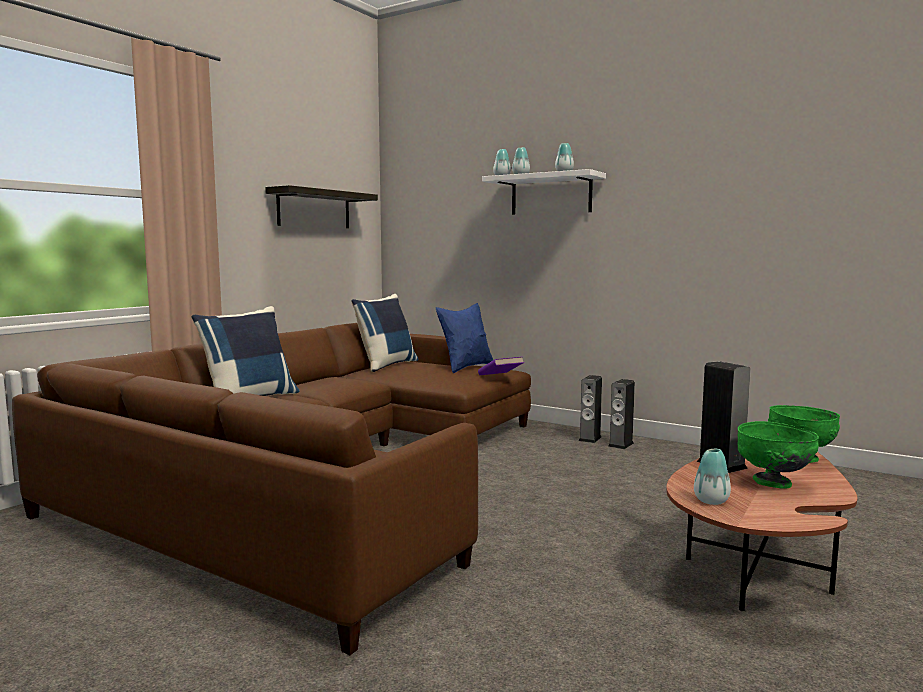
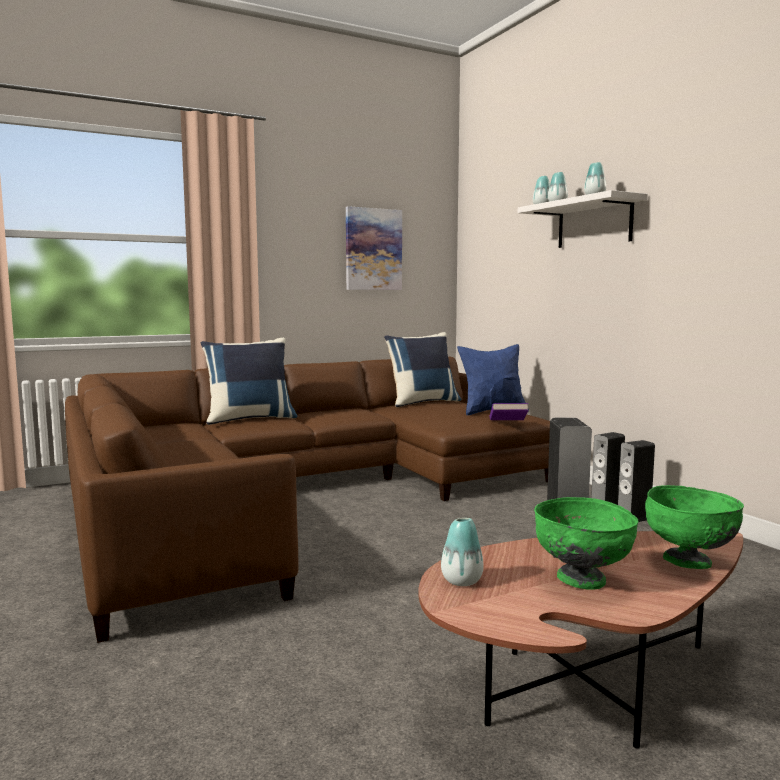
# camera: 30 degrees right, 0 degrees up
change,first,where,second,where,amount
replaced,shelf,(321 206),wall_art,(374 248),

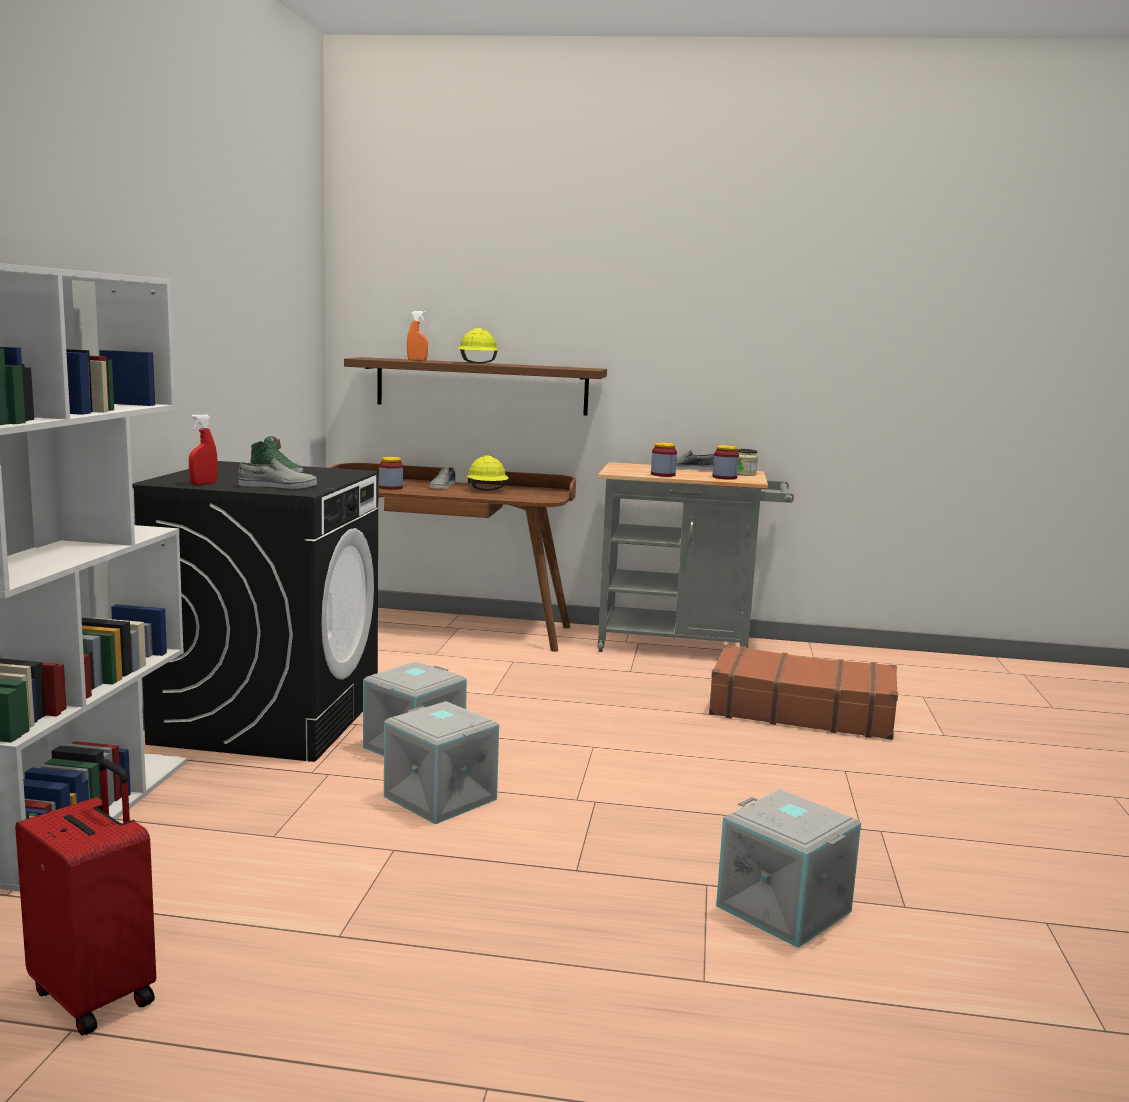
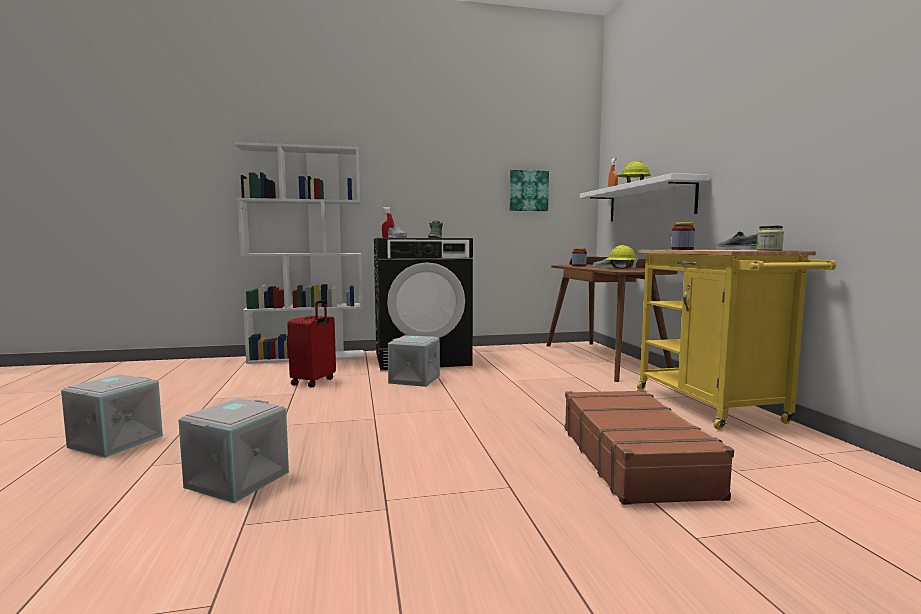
# camera: 70 degrees right, 5 degrees down
change,first,where,second,where,amount
removed,preserve_jar,(726 462),,,
added,,,wall_art,(529 190),
moved,red-coloured_suitcase,(85 897),,(311 343),
moved,greyish_storage_box,(441 762),,(112 415),
recoloured,brownish_shelf,(475 386),white_shelf,(644 197),
recoloured,greyish_trolley,(695 557),yellow-coloured_trolley,(736 339),

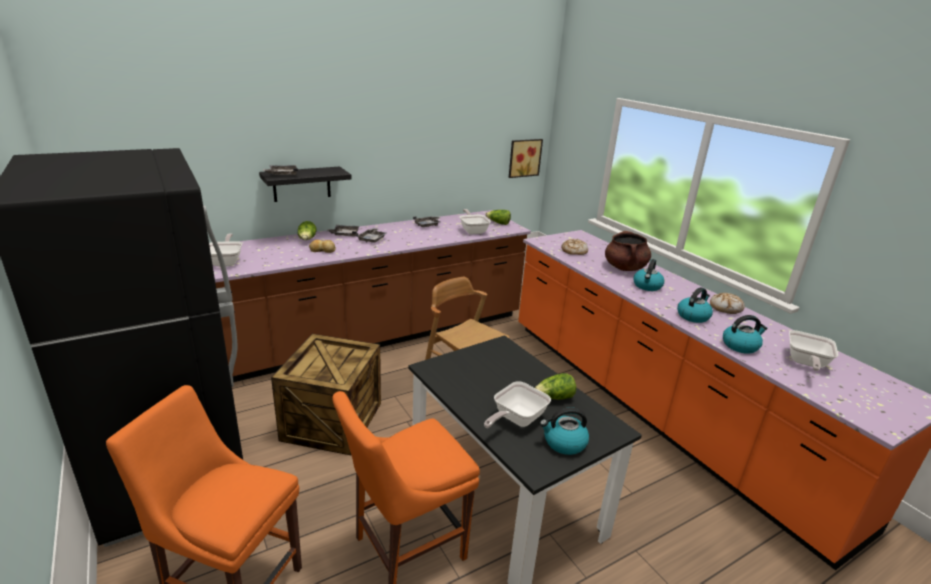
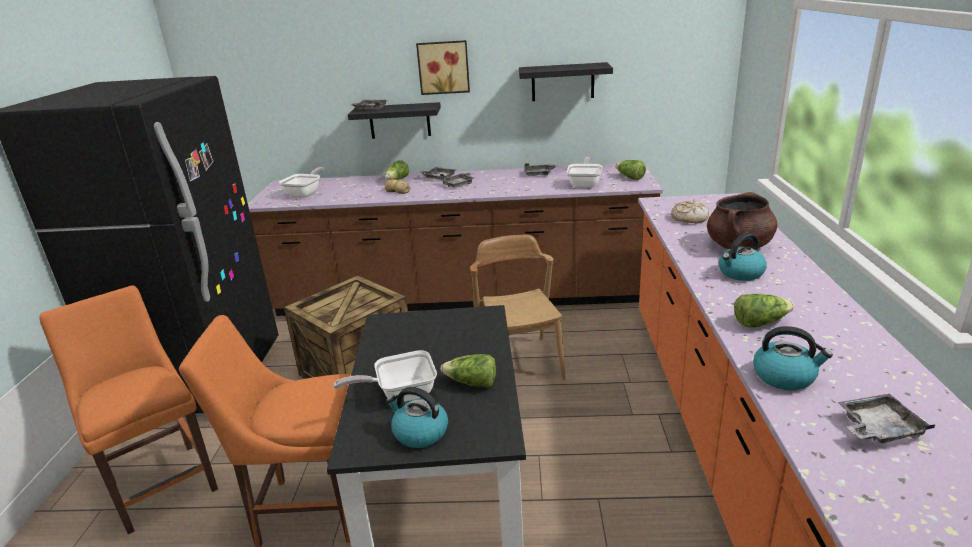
# camera: 35 degrees right, 0 degrees up
change,first,where,second,where,amount
removed,baked_bread,(727 303),,,
added,,,blackish_shelf,(566 81),
moved,wall_art,(526 158),,(443 67),
replaced,tea_kettle,(695 305),lettuce,(764 310),
replaced,pan,(813 350),greyish_tray,(886 419),

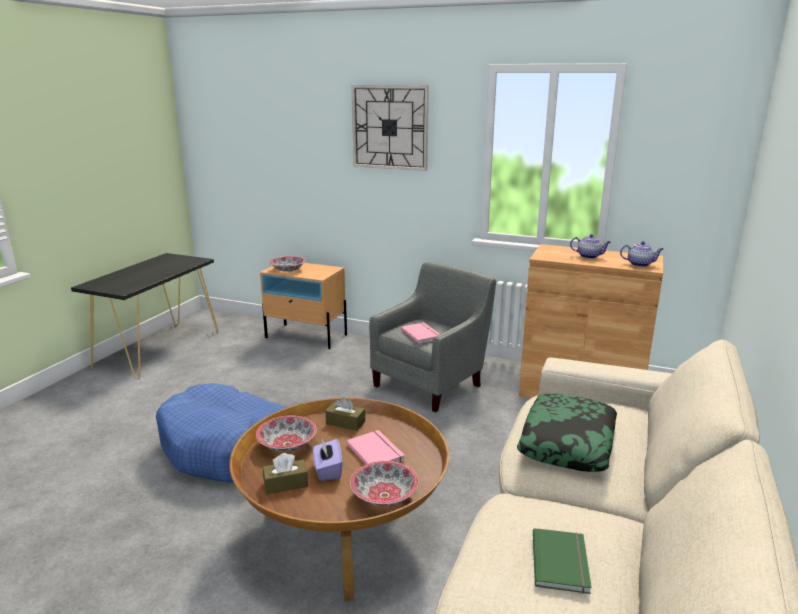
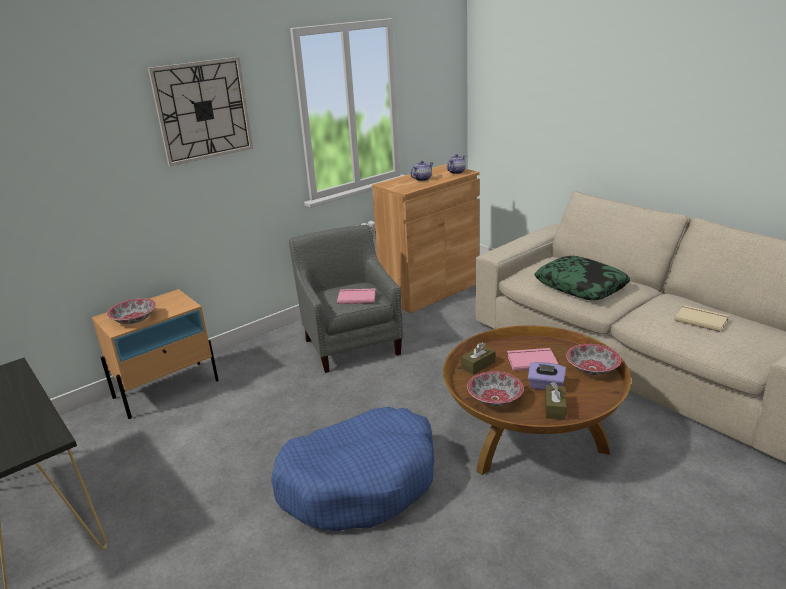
# camera: 60 degrees left, 5 degrees up
change,first,where,second,where,amount
recoloured,green-coloured_volume,(562 561),beige_volume,(701 318),

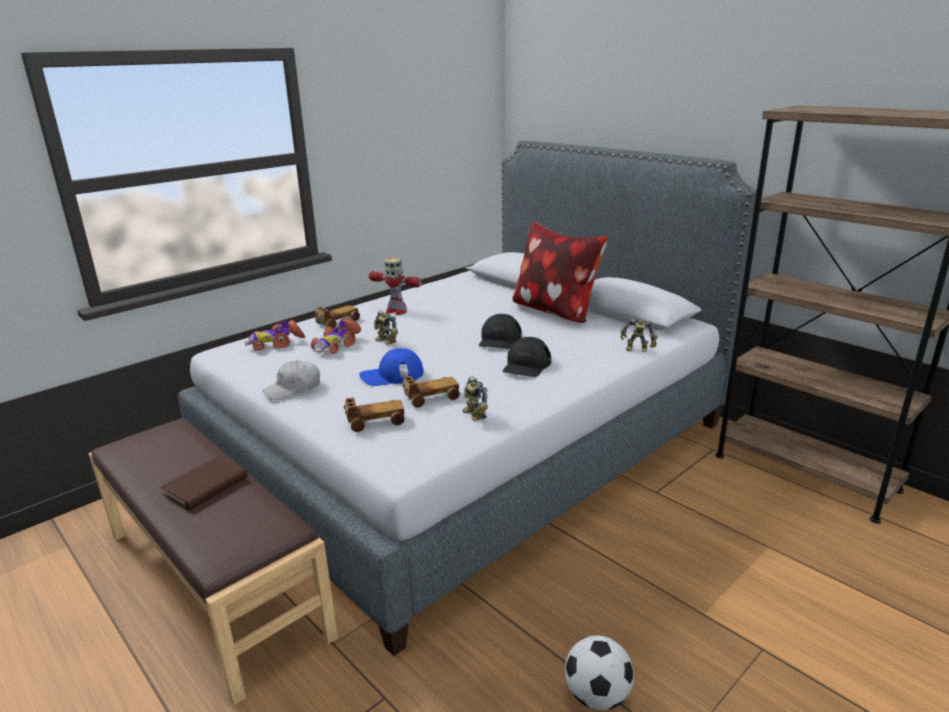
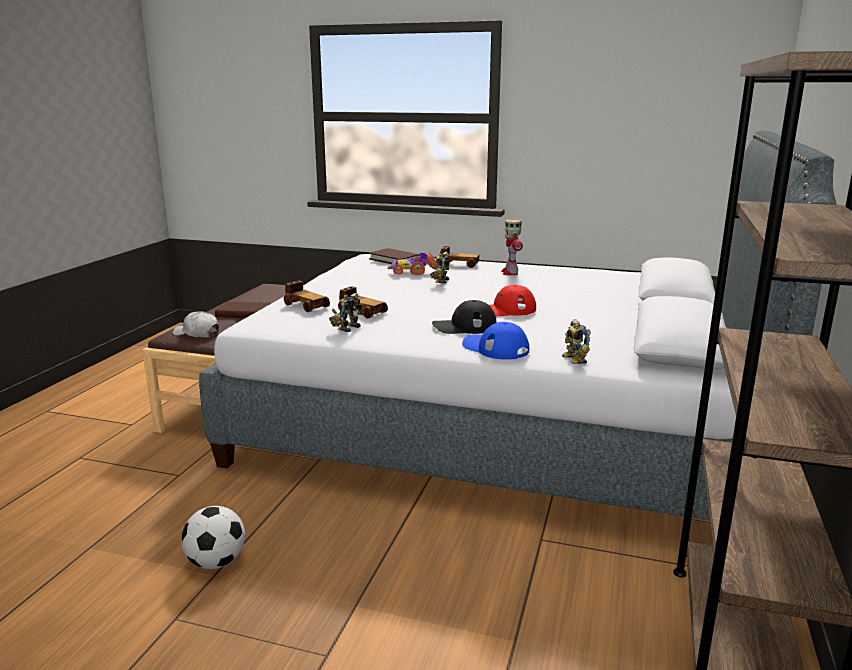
# camera: 60 degrees right, 5 degrees down
change,first,where,second,where,amount
removed,cushion,(560 272),,,
moved,white_peaked_cap,(291 380),,(196 324),
moved,bluish_peaked_cap,(391 367),,(495 341),
replaced,miniature_car,(275 335),brownish_volume,(394 256),
recoloured,blackish_peaked_cap,(500 331),red-coloured_peaked_cap,(512 300),

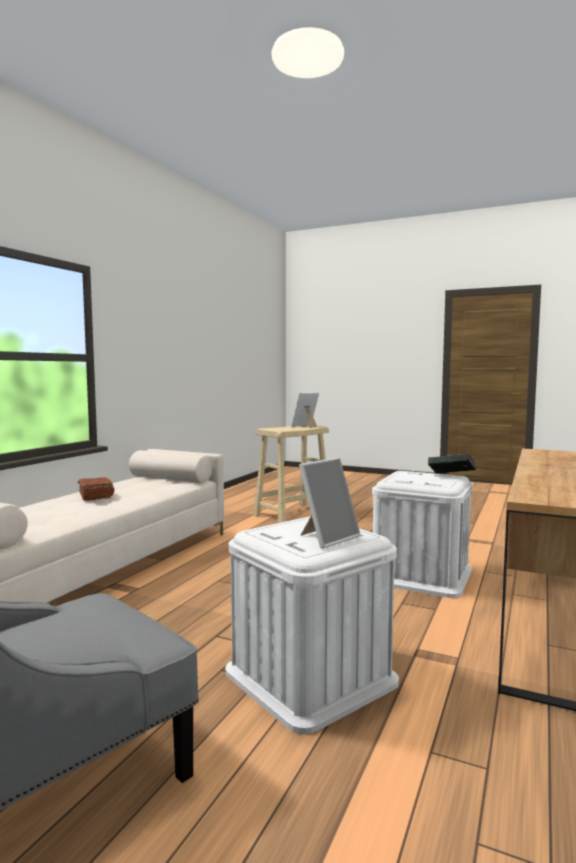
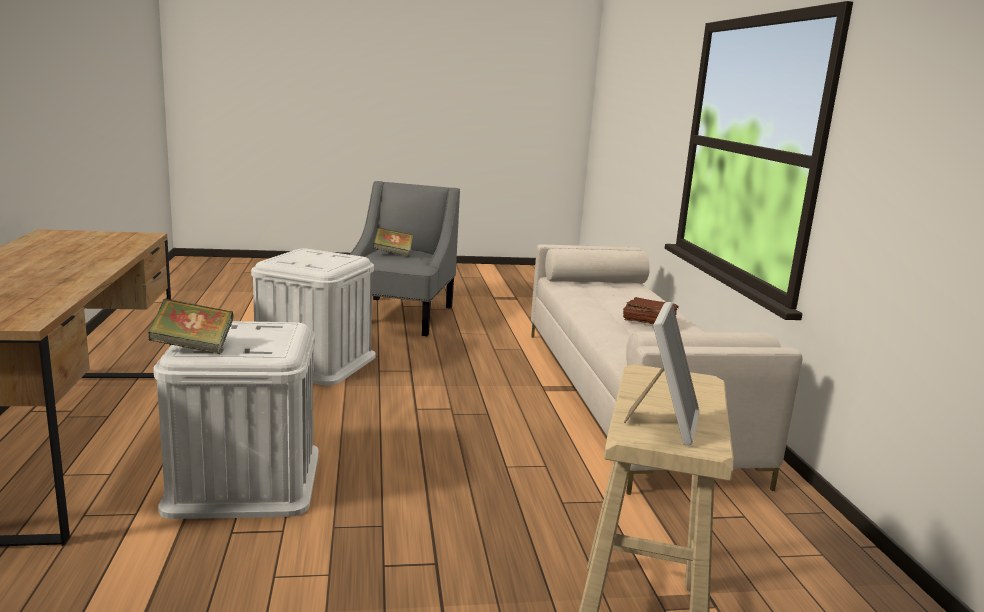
# camera: 145 degrees right, 10 degrees up
change,first,where,second,where,amount
removed,standing_frame,(330 503),,,
added,,,volume,(393 241),

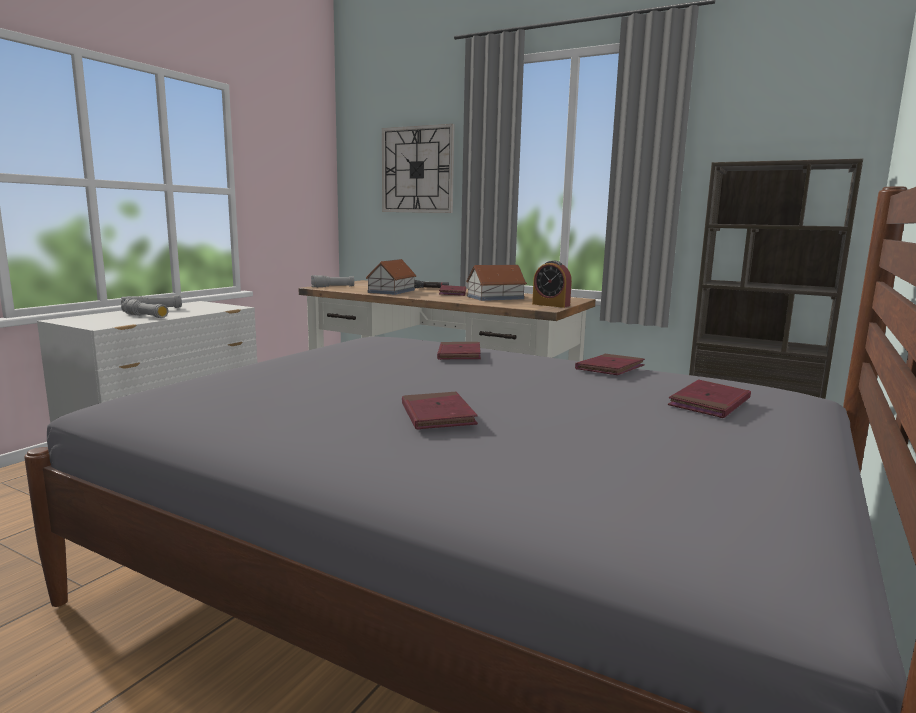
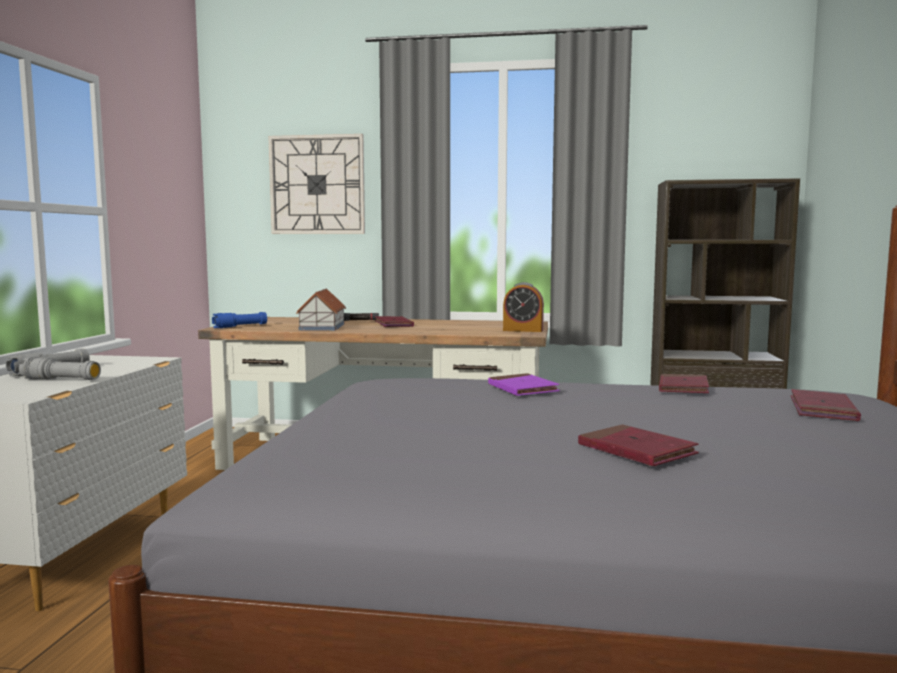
# camera: 20 degrees left, 5 degrees down
change,first,where,second,where,amount
removed,model_house,(496 283),,,
recoloured,greyish_flashlight,(332 281),bluish_flashlight,(239 320),
recoloured,red-coloured_volume,(459 351),purple-coloured_volume,(524 384),

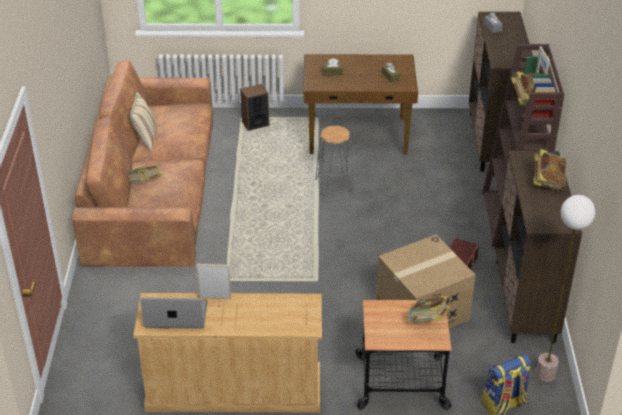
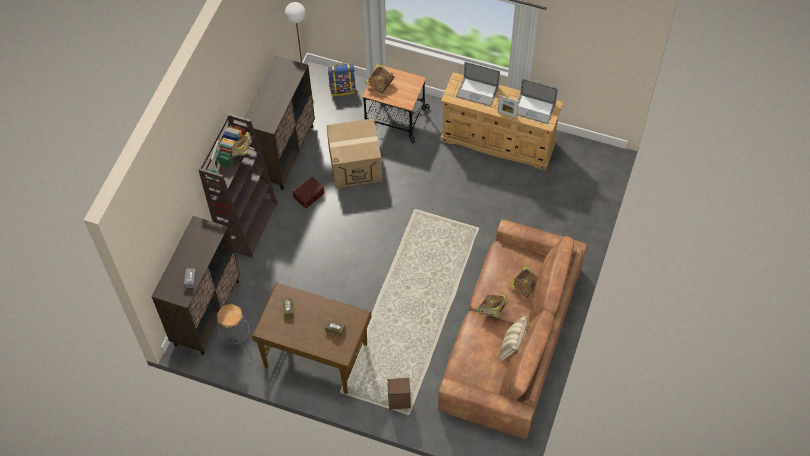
# camera: 160 degrees left, 20 degrees up
change,first,where,second,where,amount
added,,,laptop,(478 84),
moved,greyish_stool_seat,(335 161),,(234 328),
moved,volume,(549 170),,(493 306),

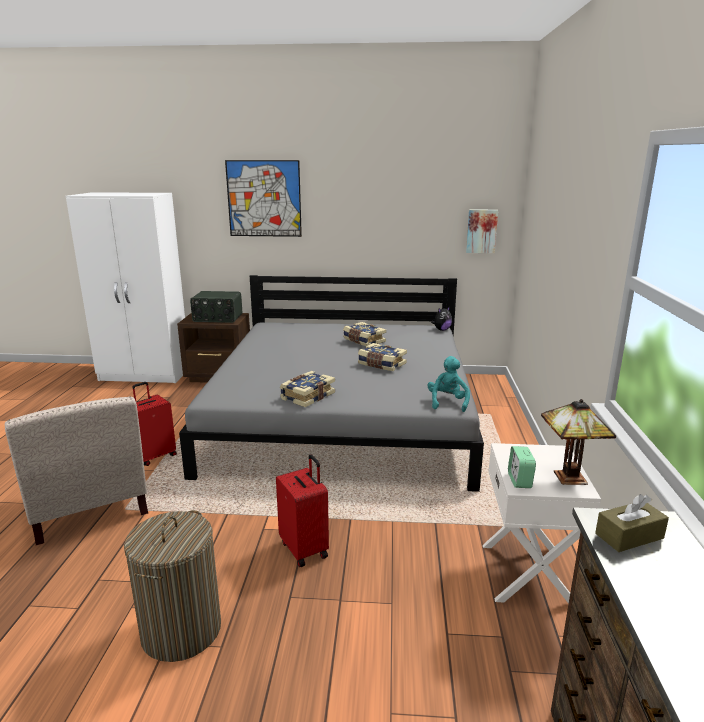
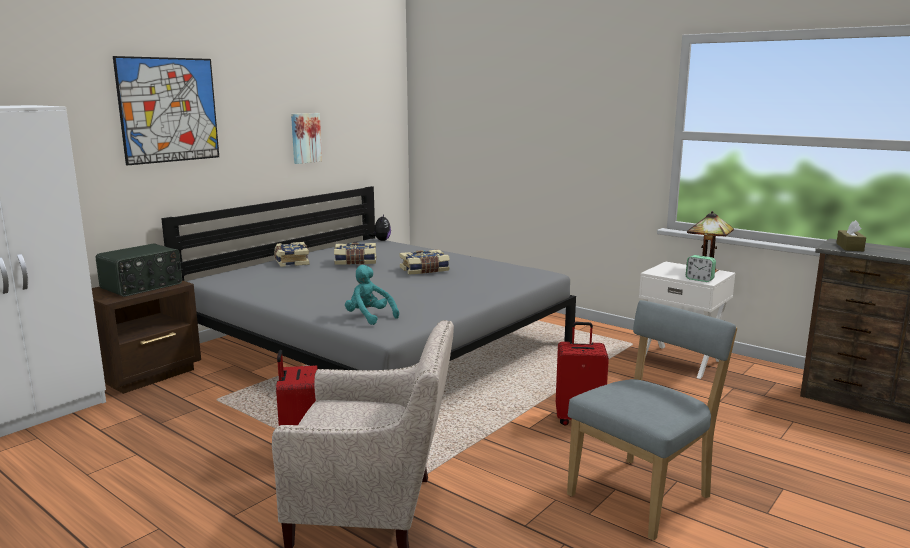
# camera: 55 degrees left, 5 degrees down
change,first,where,second,where,amount
moved,volume,(307 389),,(291 254),
moved,turquoise_cuddly_toy,(449 384),,(372 295),
moved,wall_art,(482 231),,(306 138),
replaced,laundry_basket,(172 586),greyish_chair,(652 420),

